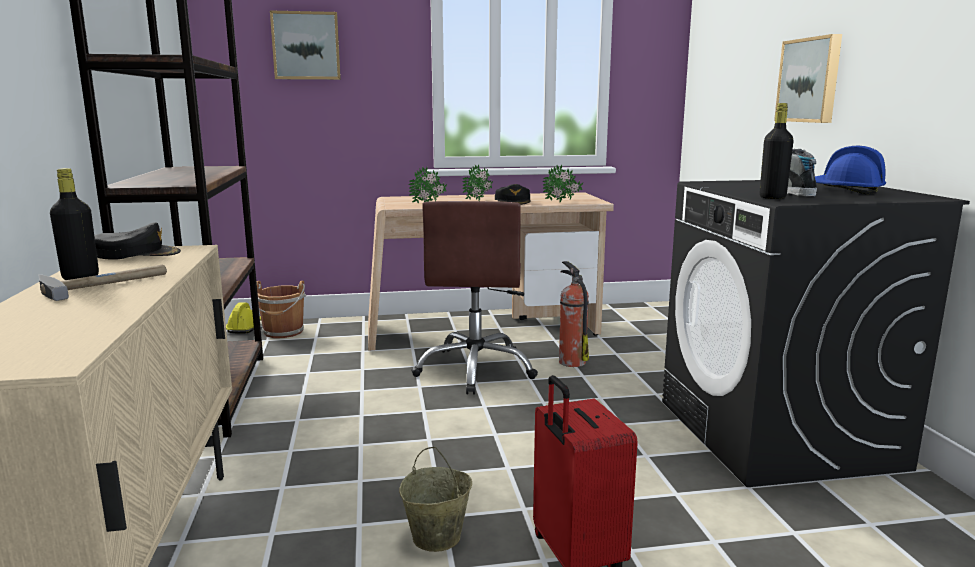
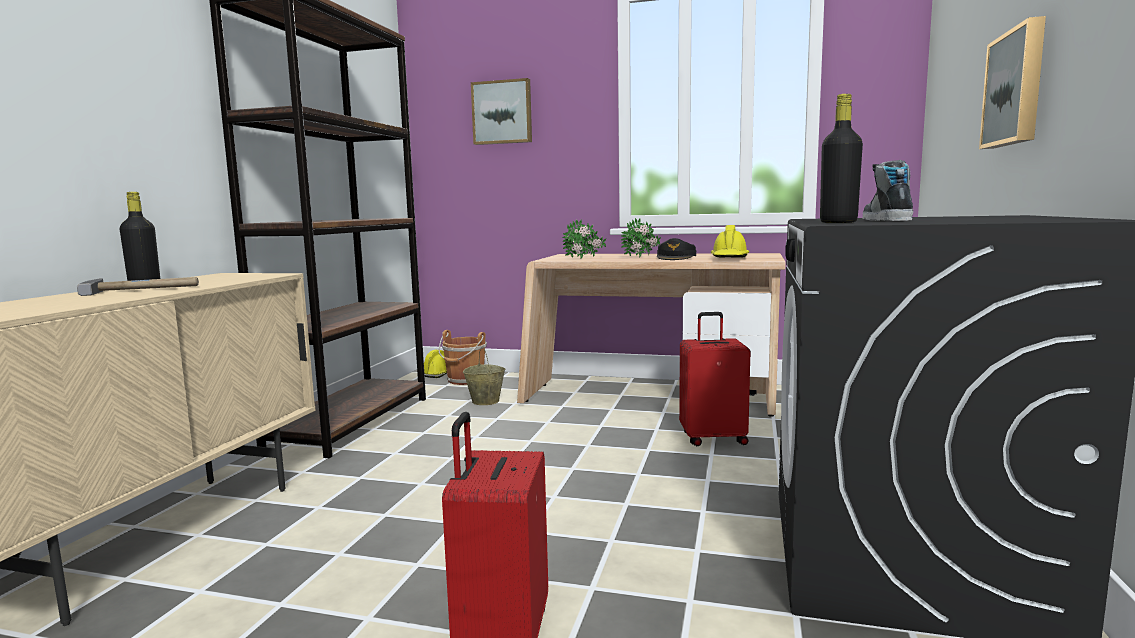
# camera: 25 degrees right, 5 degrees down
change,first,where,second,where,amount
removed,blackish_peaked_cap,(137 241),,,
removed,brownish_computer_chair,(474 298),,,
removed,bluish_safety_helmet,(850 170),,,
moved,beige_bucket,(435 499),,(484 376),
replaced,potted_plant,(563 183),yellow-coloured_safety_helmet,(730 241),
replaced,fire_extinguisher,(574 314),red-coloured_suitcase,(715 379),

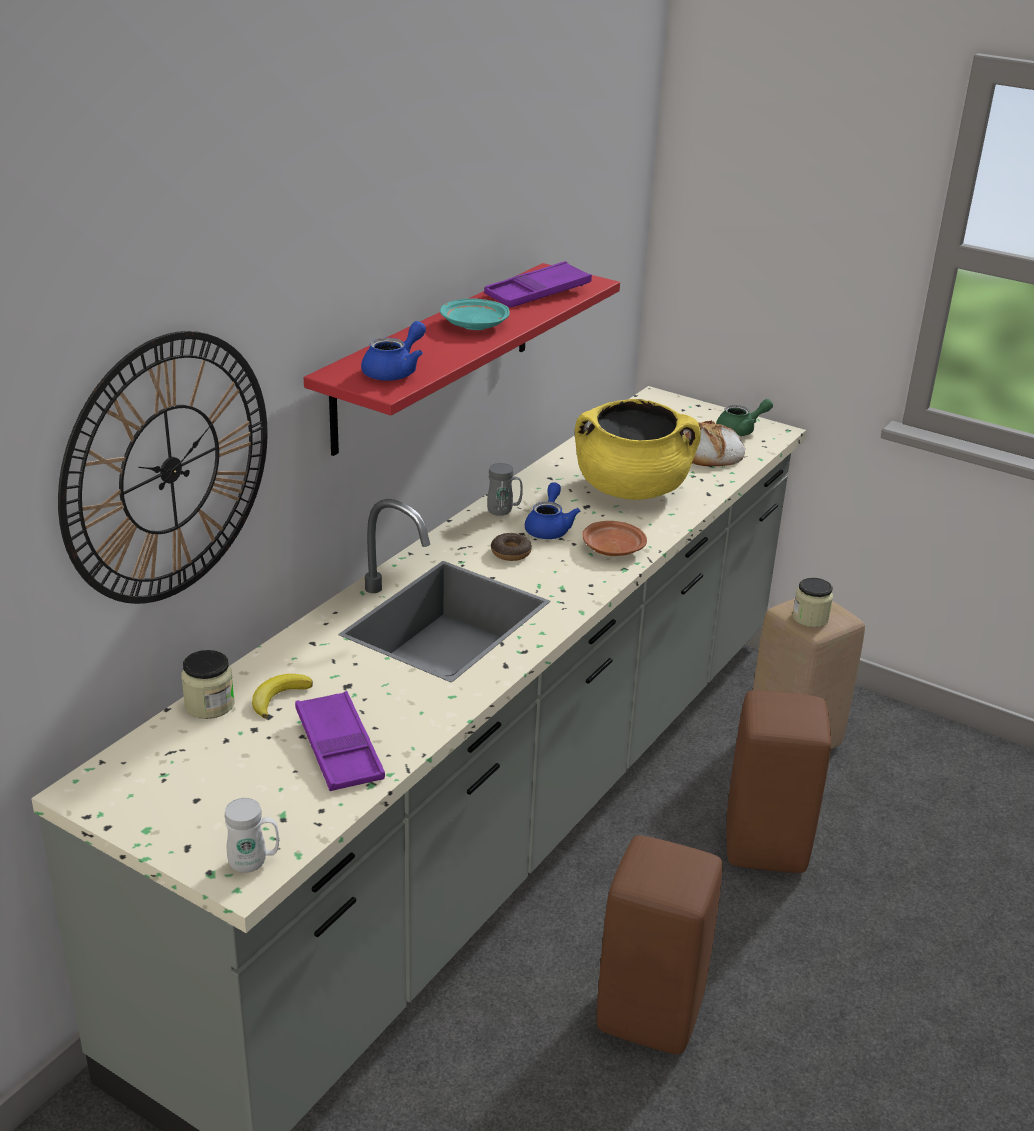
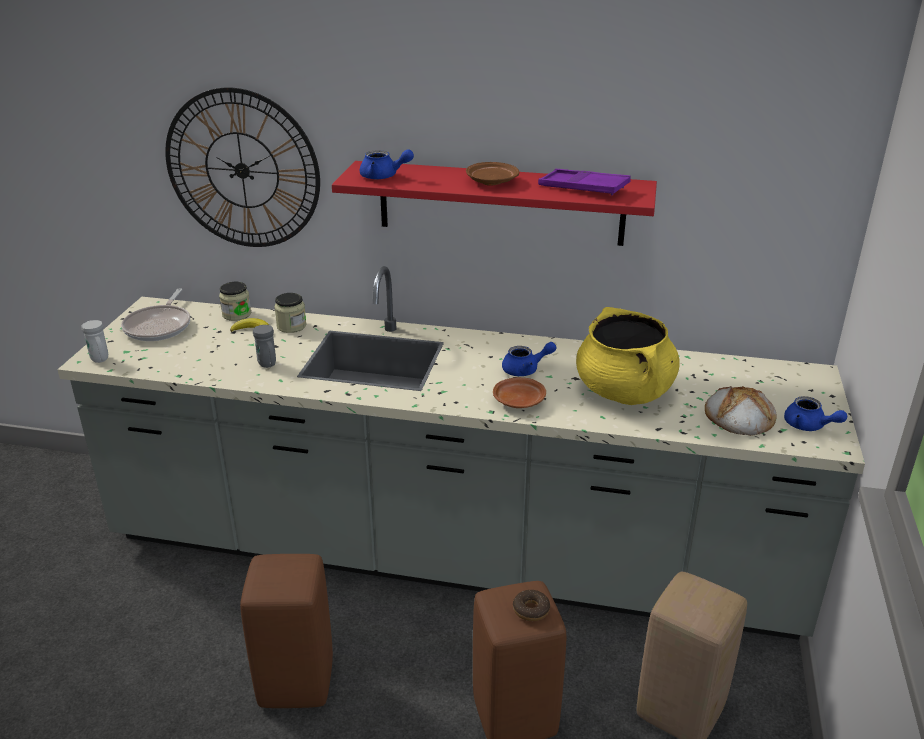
# camera: 70 degrees right, 0 degrees up
change,first,where,second,where,amount
removed,purple-coloured_tray,(340 741),,,
added,,,pan,(155 314),
moved,greyish_mug,(505 489),,(264 346),
moved,ring_doughnut,(511 547),,(531 605),
moved,preserve_jar,(812 603),,(290 313),
recoloured,turquoise_flat_dish,(475 314),brownish_flat_dish,(492 174),
recoloured,green-coloured_teapot,(744 417),bluish_teapot,(815 413),

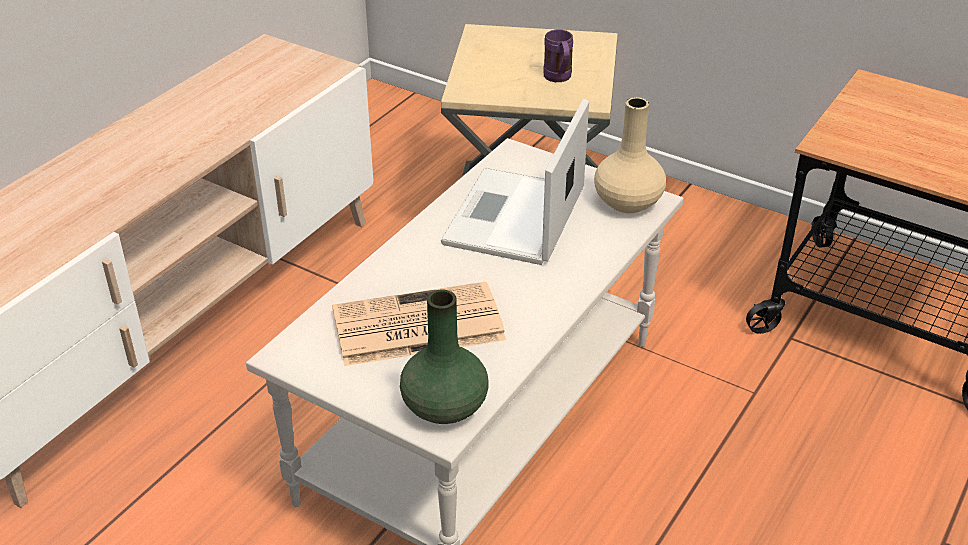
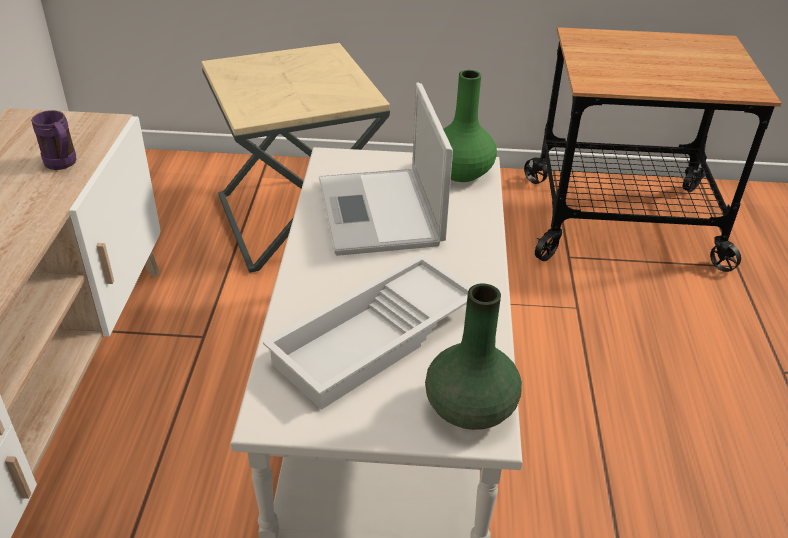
# camera: 30 degrees left, 0 degrees up
change,first,where,second,where,amount
moved,purple-coloured_mug,(558 55),,(54 140),
replaced,newspaper,(419 324),white_tray,(367 332),
recoloured,beige_flower_vase,(630 155),green-coloured_flower_vase,(470 126),

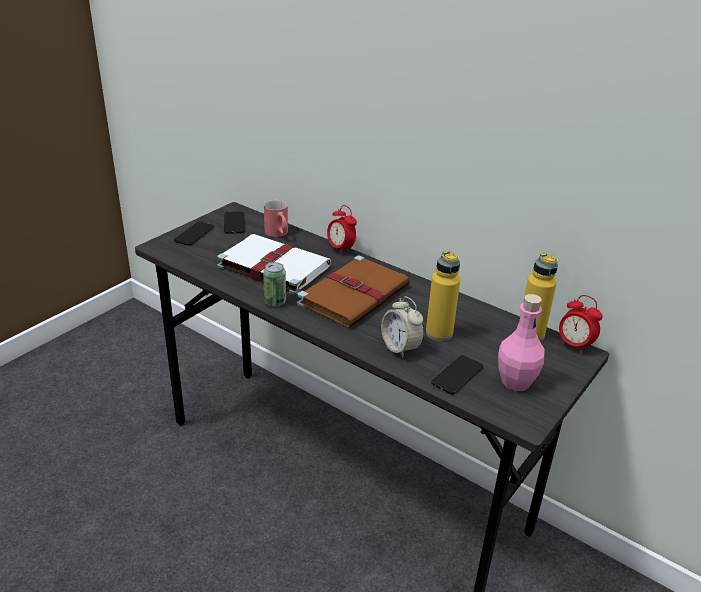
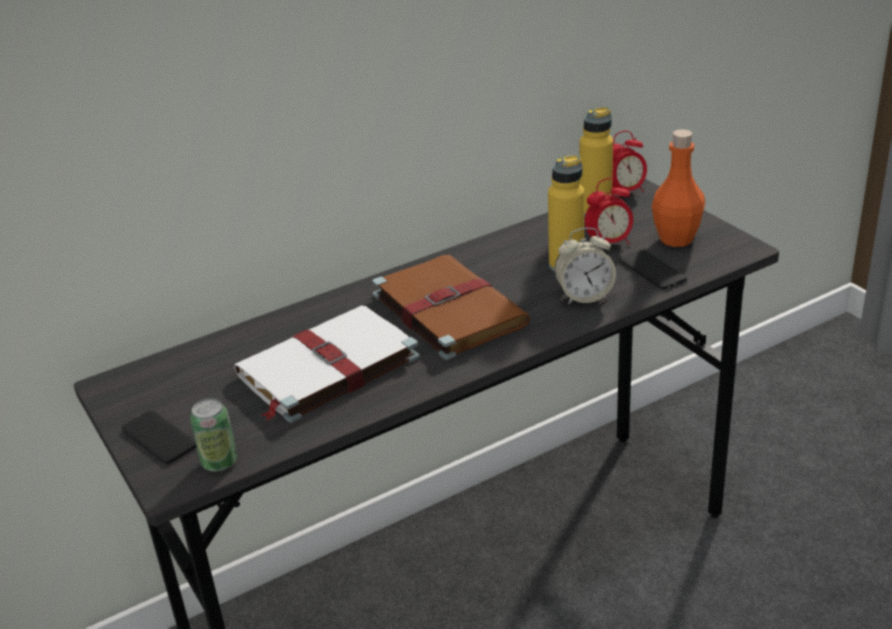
# camera: 65 degrees left, 0 degrees up
change,first,where,second,where,amount
removed,telephone,(234 222),,,
removed,red-coloured_mug,(276 218),,,
moved,can,(274 284),,(213 434),
moved,alarm_clock,(342 230),,(609 213),
recoloured,pink-coloured_beverage_bottle,(521 342),orangey_beverage_bottle,(678 188),

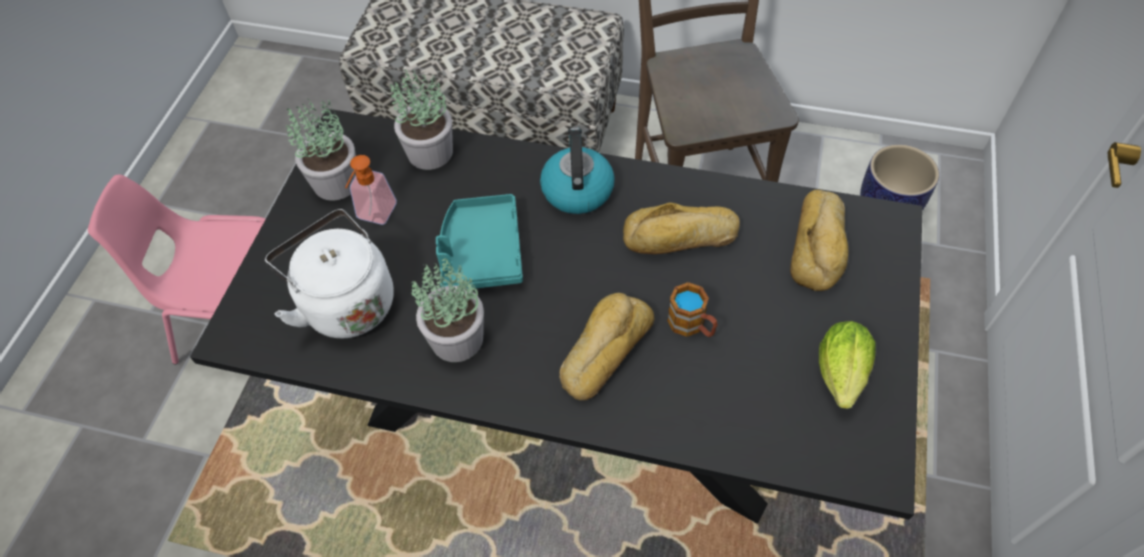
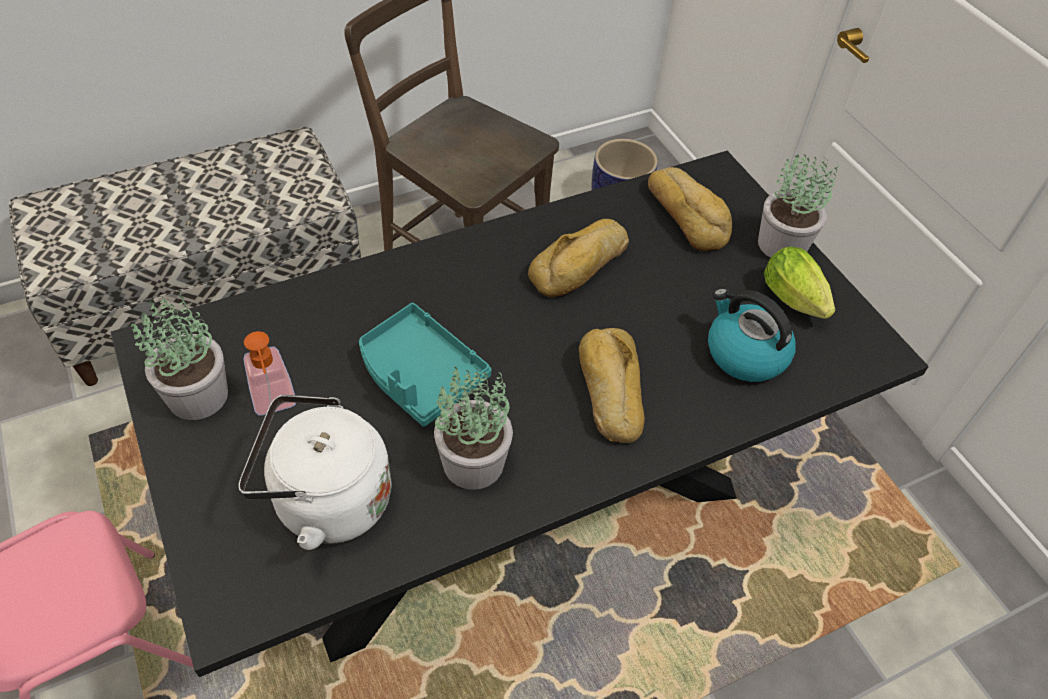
# camera: 45 degrees left, 5 degrees down
change,first,where,second,where,amount
removed,mug,(692 309),,,
moved,potted_plant,(421 119),,(798 206),
moved,tea_kettle,(577 170),,(752 335),

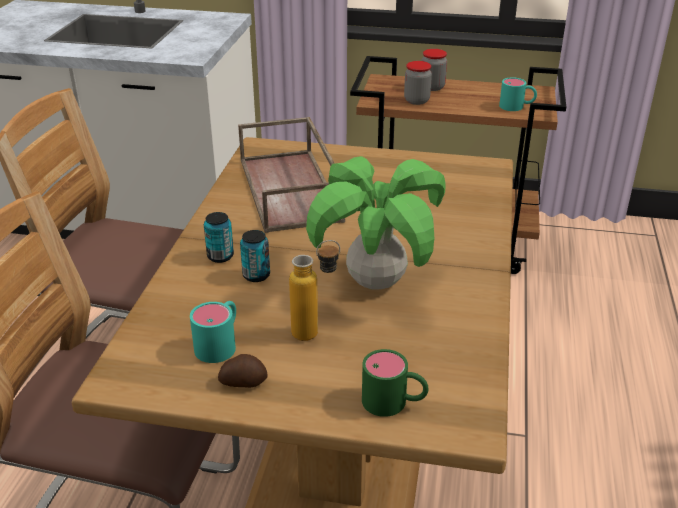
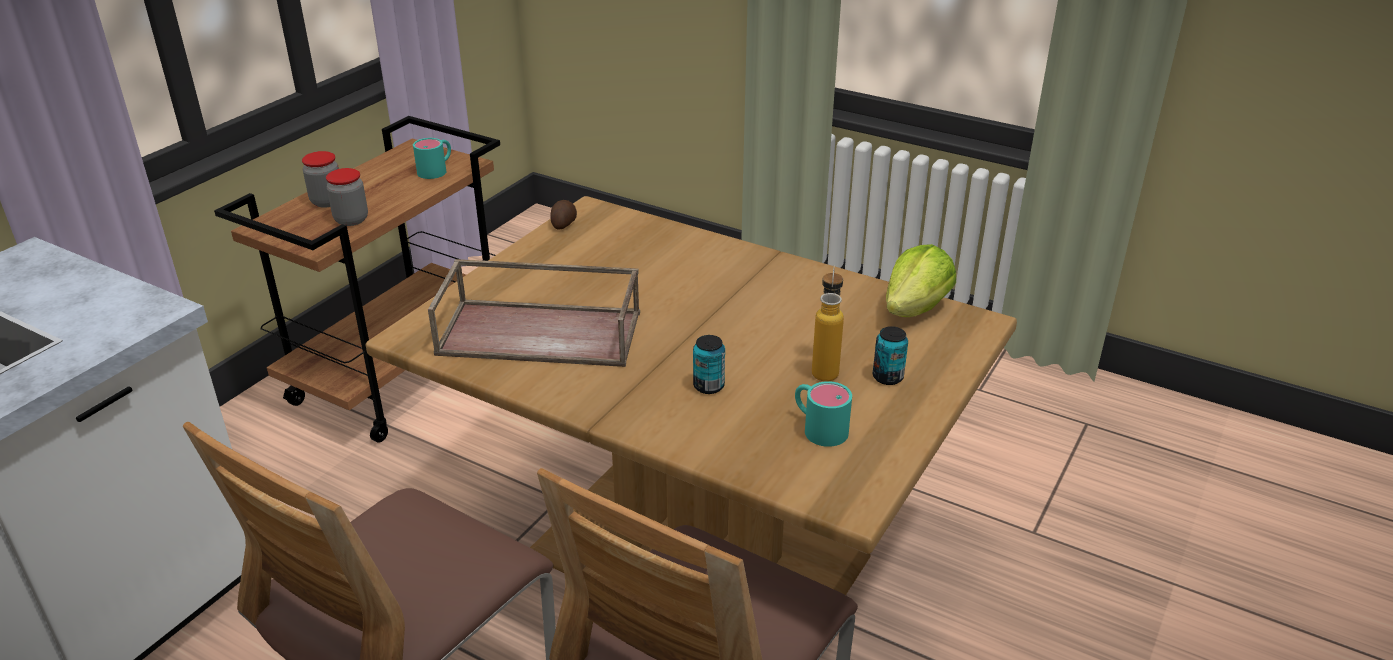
# camera: 70 degrees left, 0 degrees up
change,first,where,second,where,amount
removed,potted_plant,(375 223),,,
removed,green-coloured_mug,(395 383),,,
added,,,lettuce,(921 280),
moved,can,(219 237),,(890 355),
moved,whole_potato,(243 371),,(563 214),

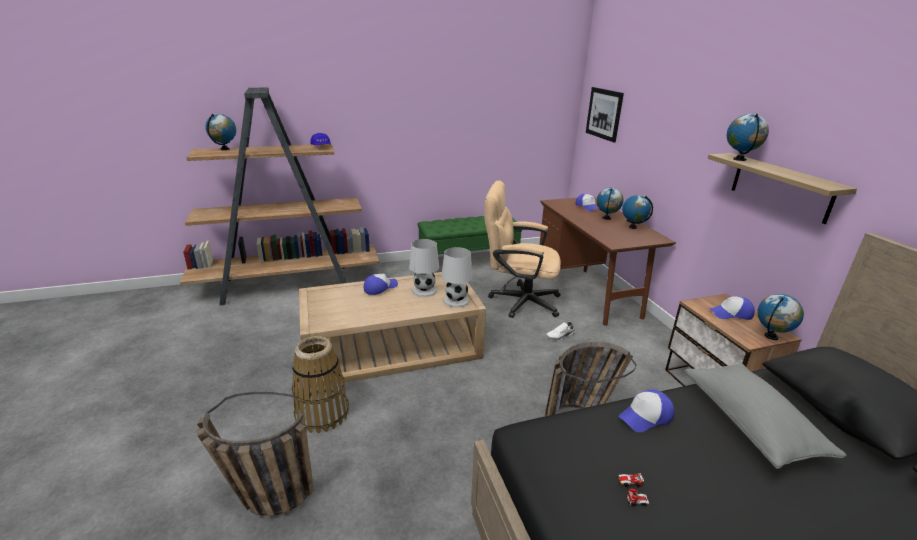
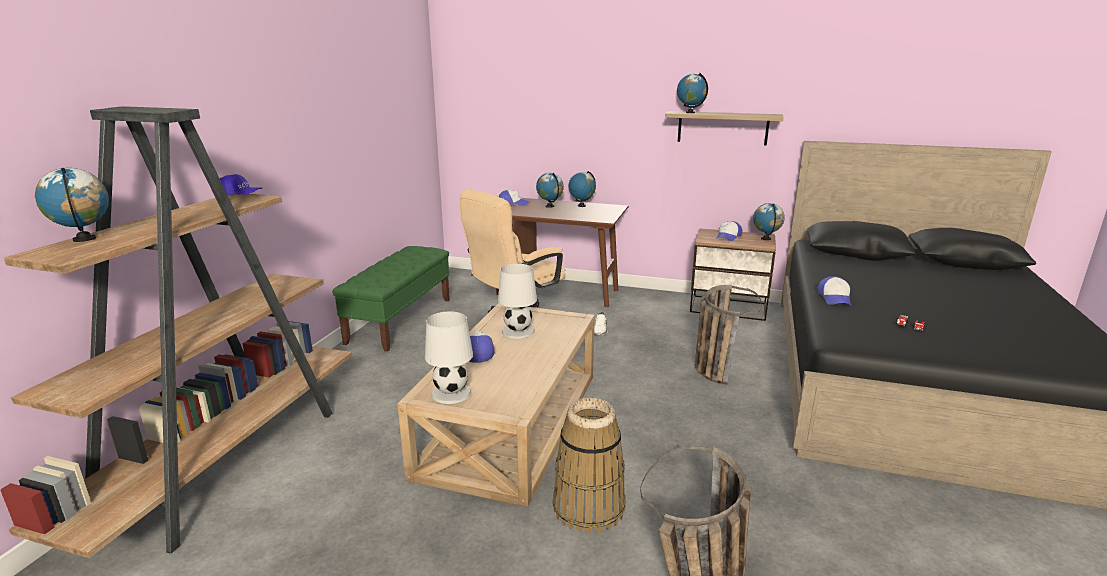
# camera: 55 degrees left, 5 degrees down
change,first,where,second,where,amount
removed,wall_art,(605 115),,,
removed,greyish_cushion,(765 416),,,
moved,white_lamp_for_a_table,(457 277),,(449 358),

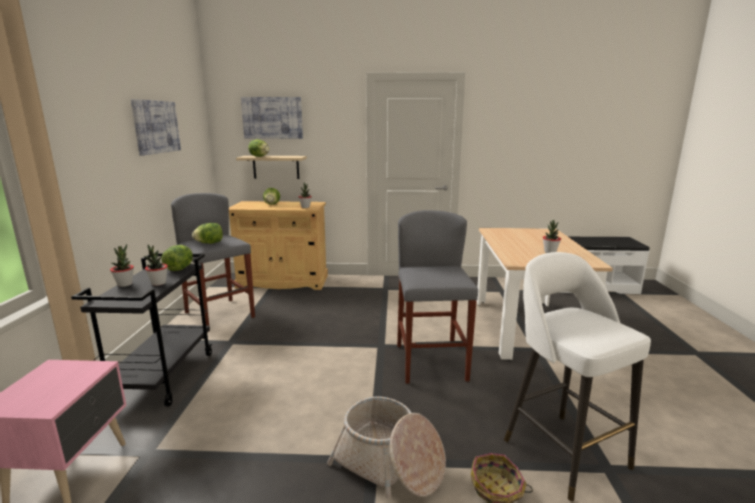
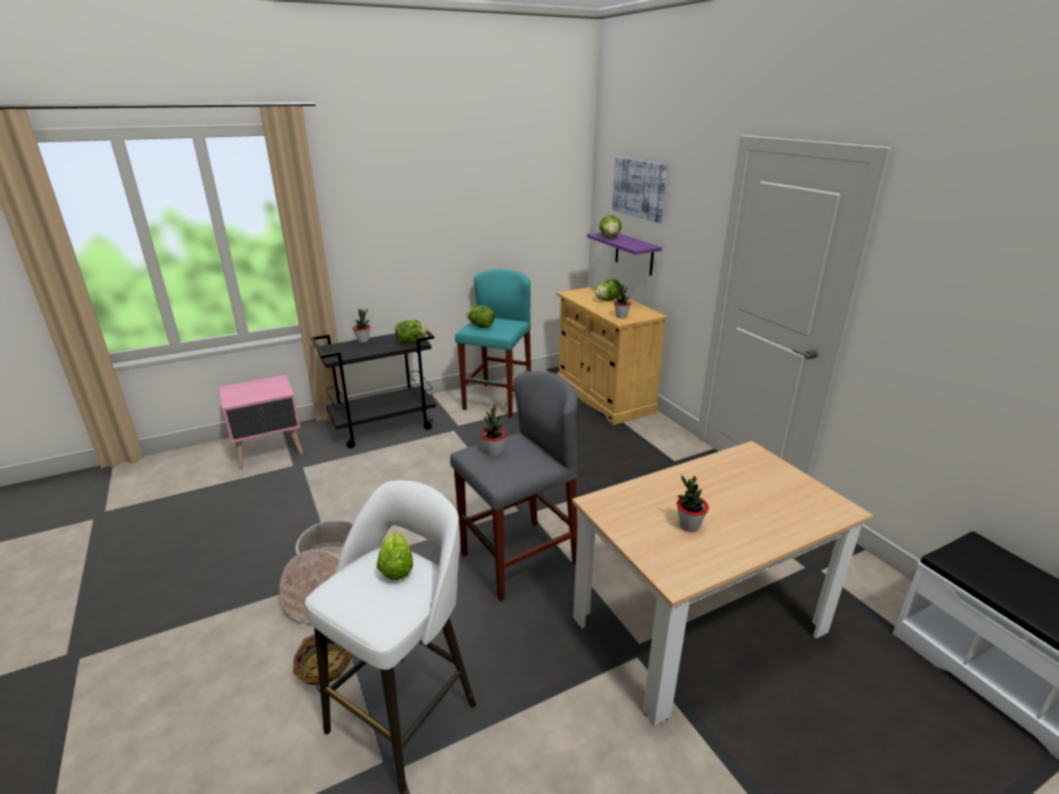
# camera: 60 degrees right, 10 degrees up
change,first,where,second,where,amount
removed,wall_art,(156 127),,,
added,,,lettuce,(395 555),
moved,potted_plant,(156 265),,(494 430),
recoloured,greyish_stool_seat,(213 262),turquoise_stool_seat,(493 343),
recoloured,beige_shelf,(271 167),purple-coloured_shelf,(624 254),

